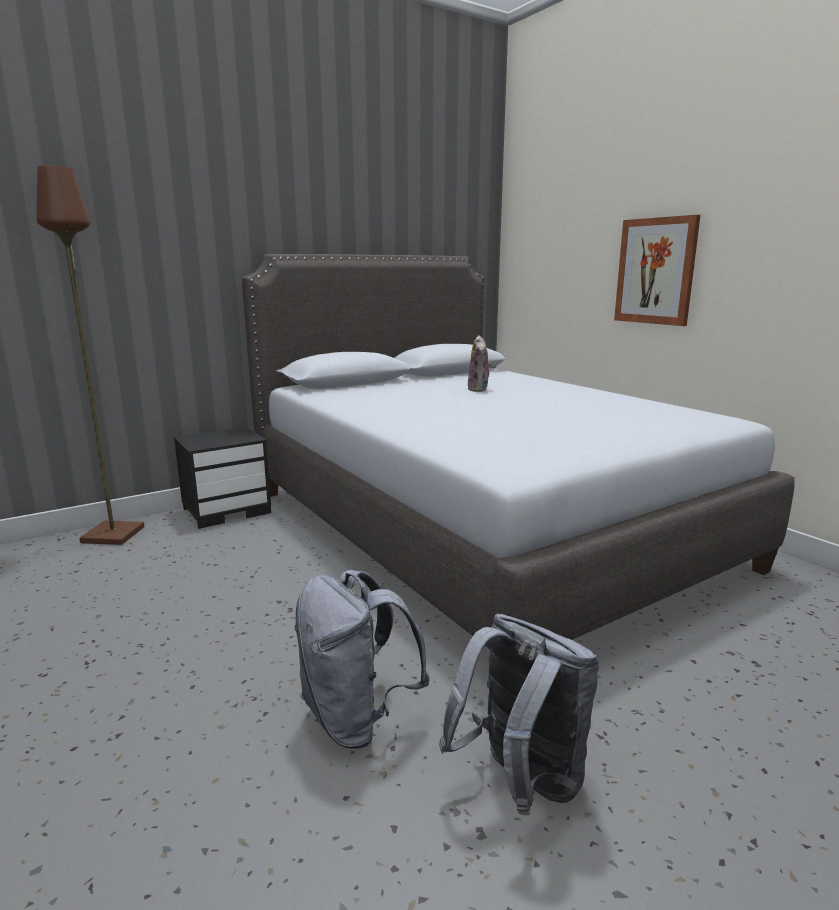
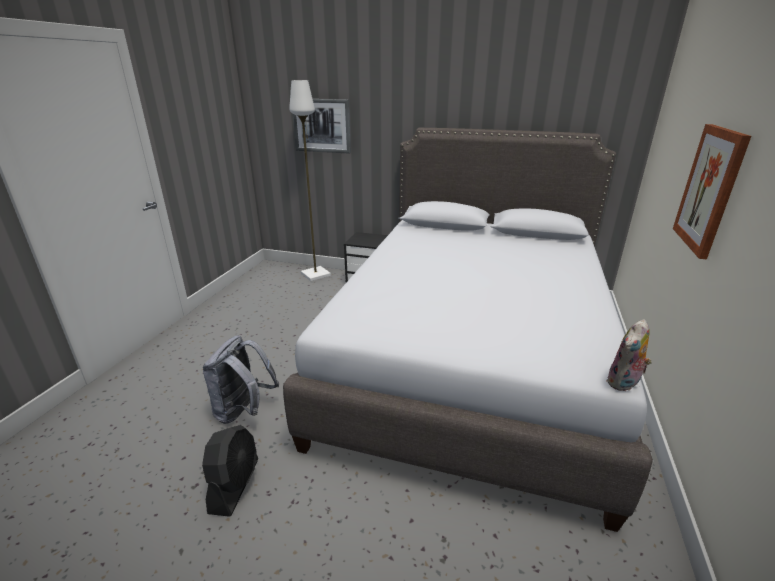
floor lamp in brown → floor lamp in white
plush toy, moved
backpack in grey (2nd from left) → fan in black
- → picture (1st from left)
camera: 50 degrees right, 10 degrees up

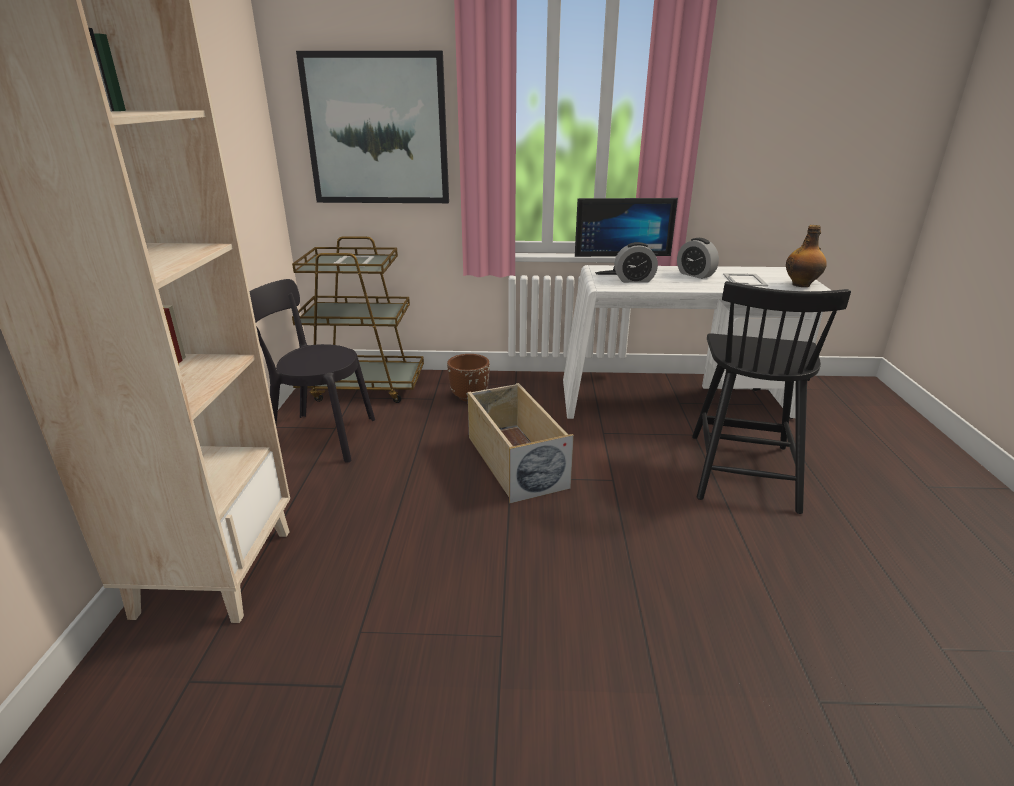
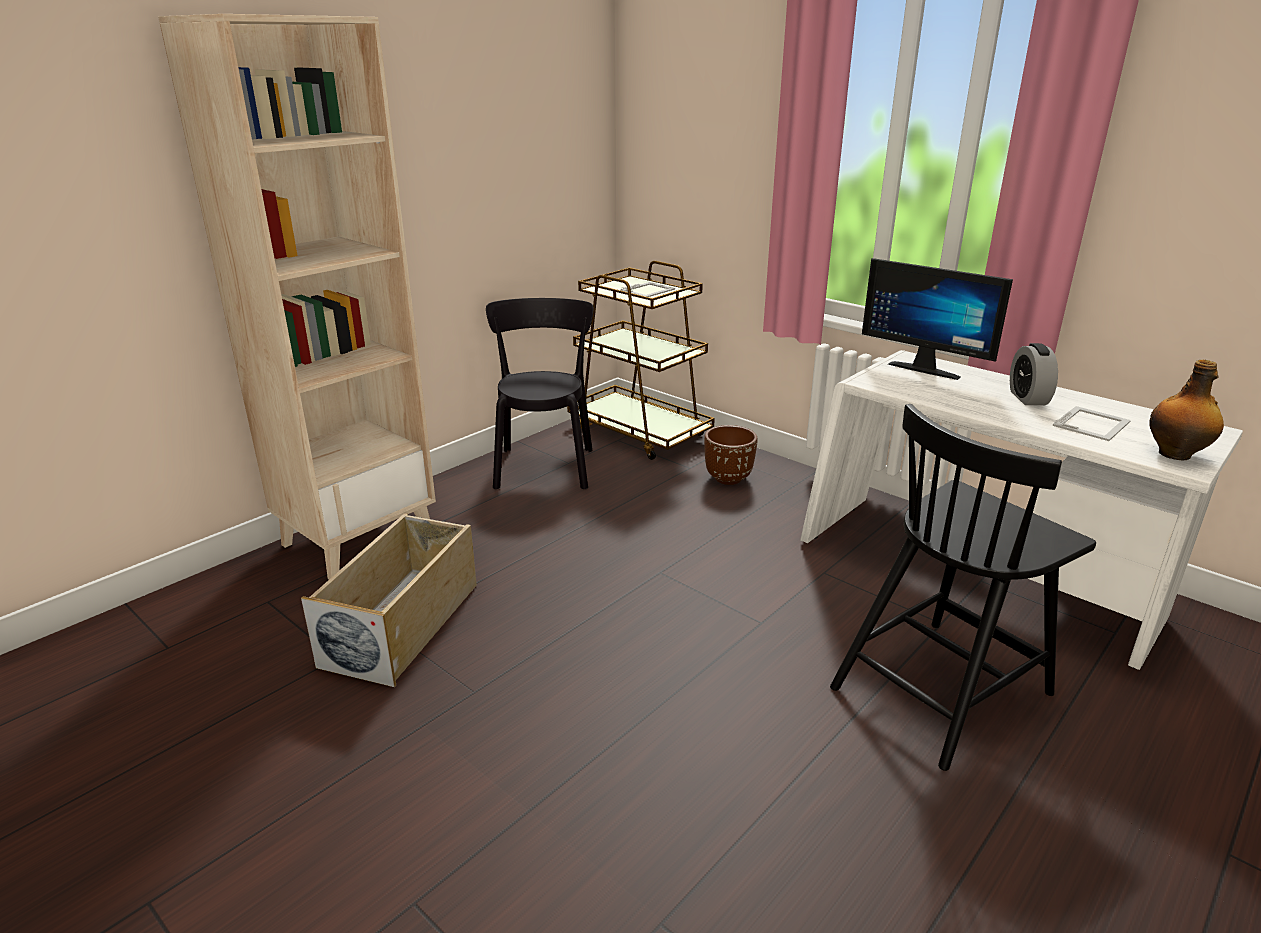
picture → -
alarm clock (1st from left) → -
chair in black (1st from left), 45 degrees clockwise
storage box in beige, moved
camera: 40 degrees right, 0 degrees up

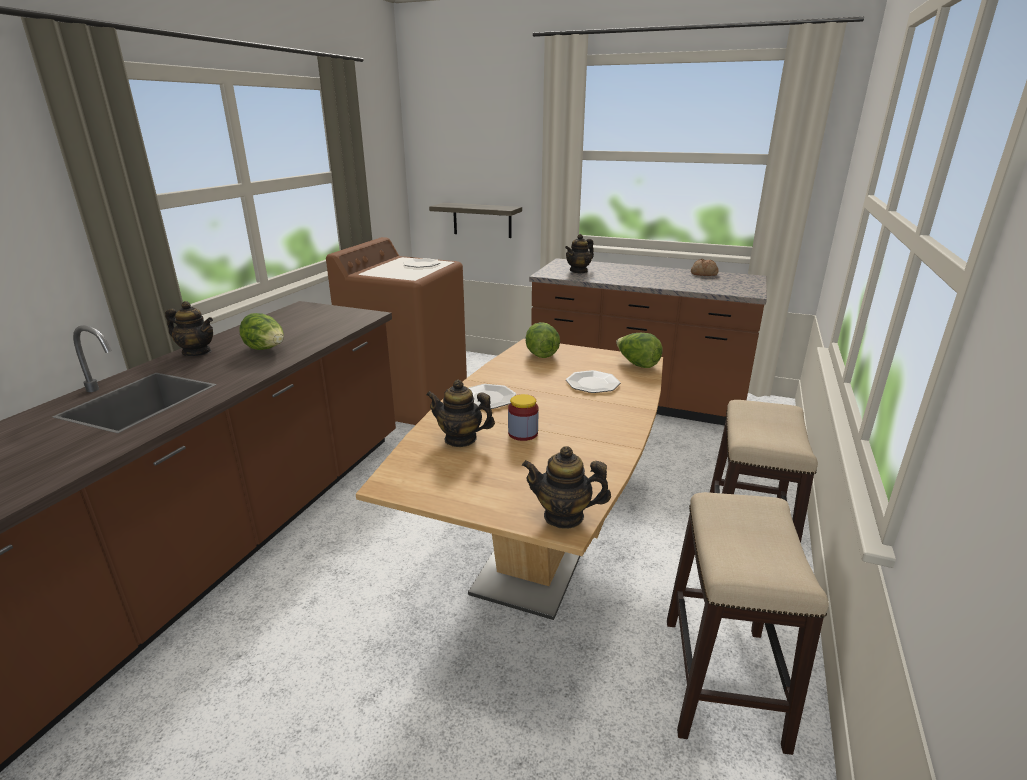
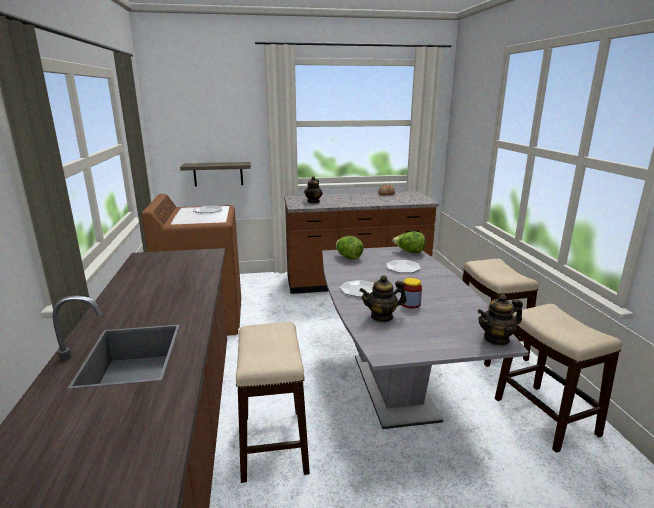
teapot (1st from left) → -
lettuce (1st from left) → -
dining table in brown → dining table in grey
- → stool (1st from left)
camera: 30 degrees left, 5 degrees down

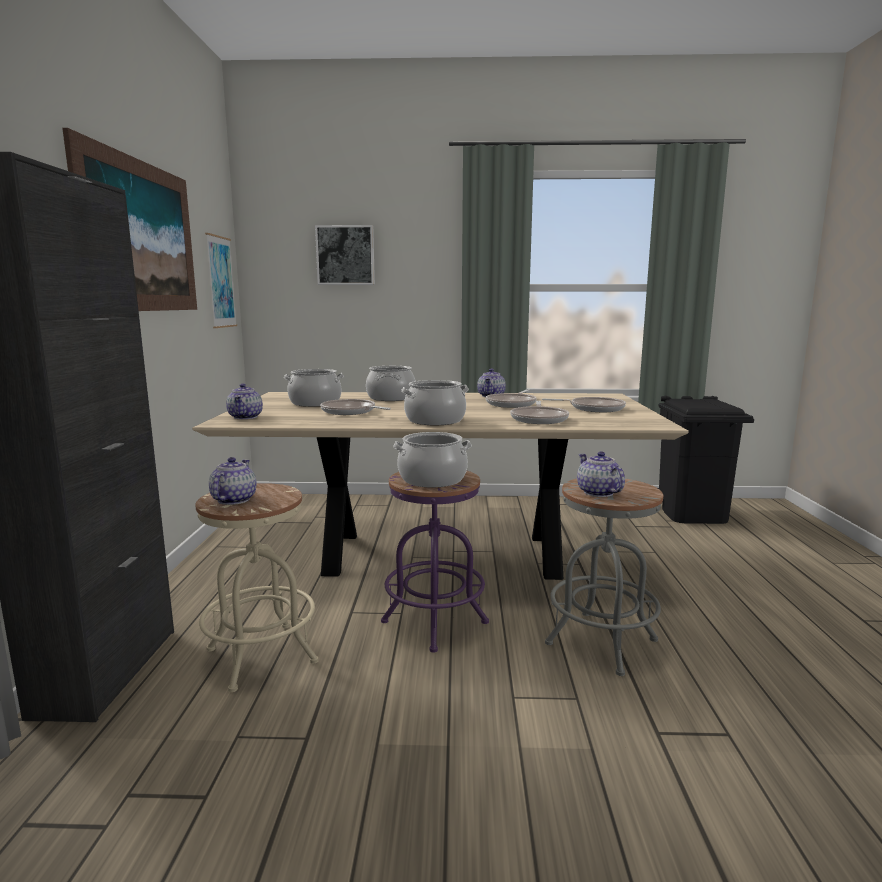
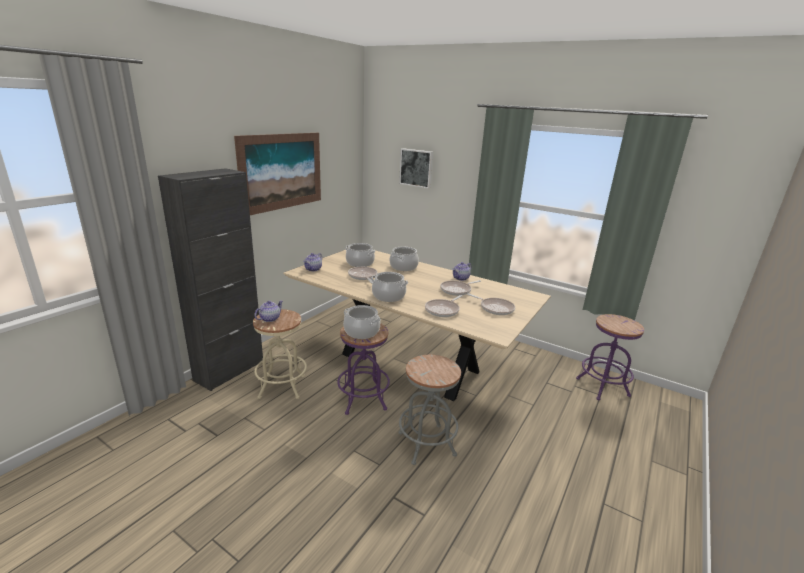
picture (2nd from left) → -
trash can in black → stool in purple (2nd from left)
teapot (4th from left) → -
camera: 30 degrees right, 10 degrees up

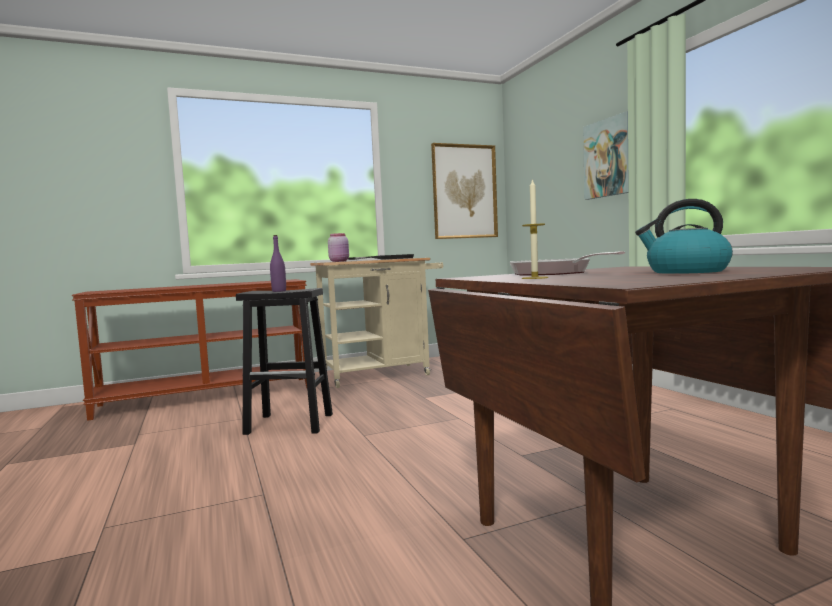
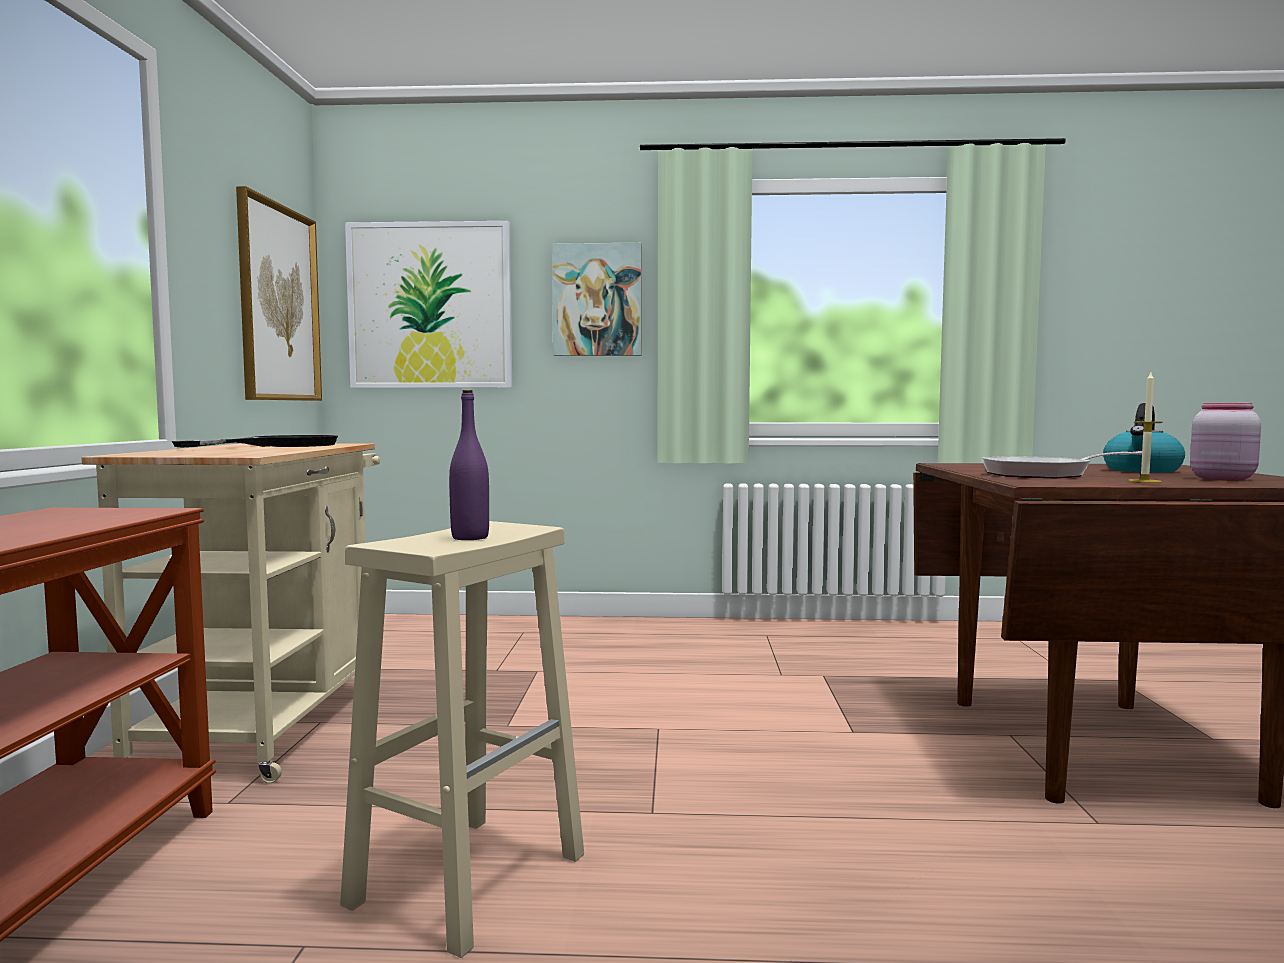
jar in pink, moved
stool in black → stool in beige
- → picture (2nd from left)
camera: 65 degrees left, 0 degrees up

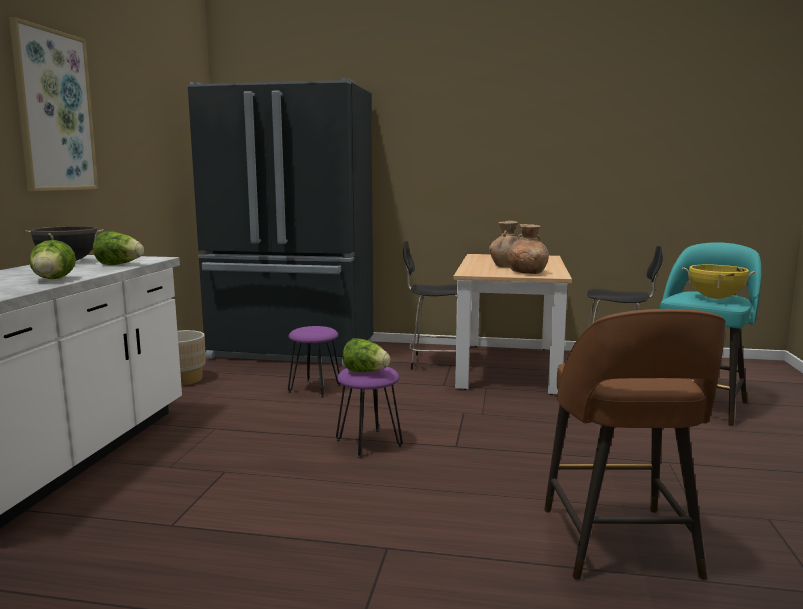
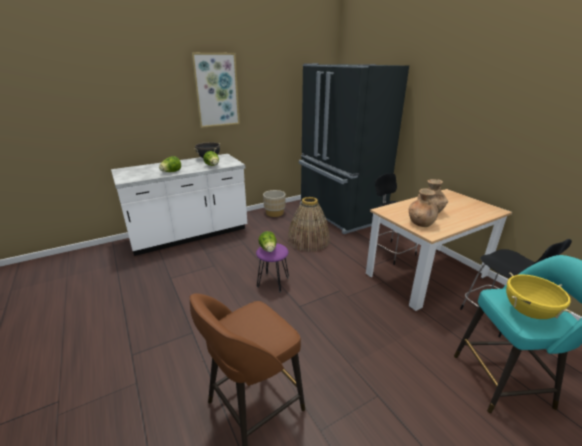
stool in purple (1st from left) → basket
camera: 50 degrees right, 15 degrees up

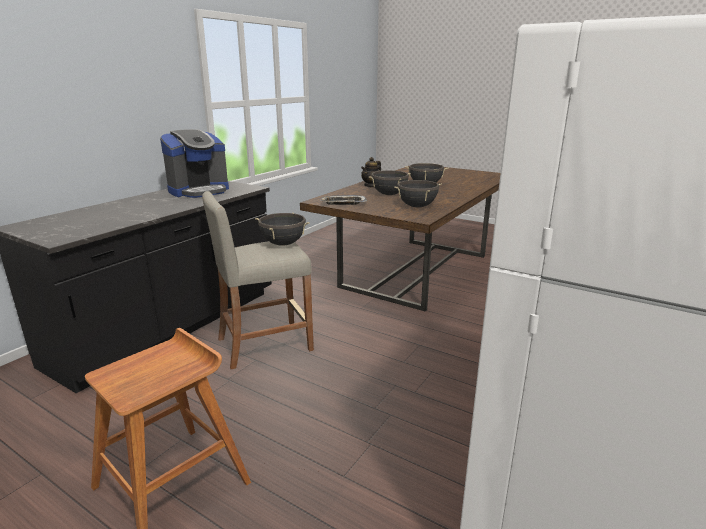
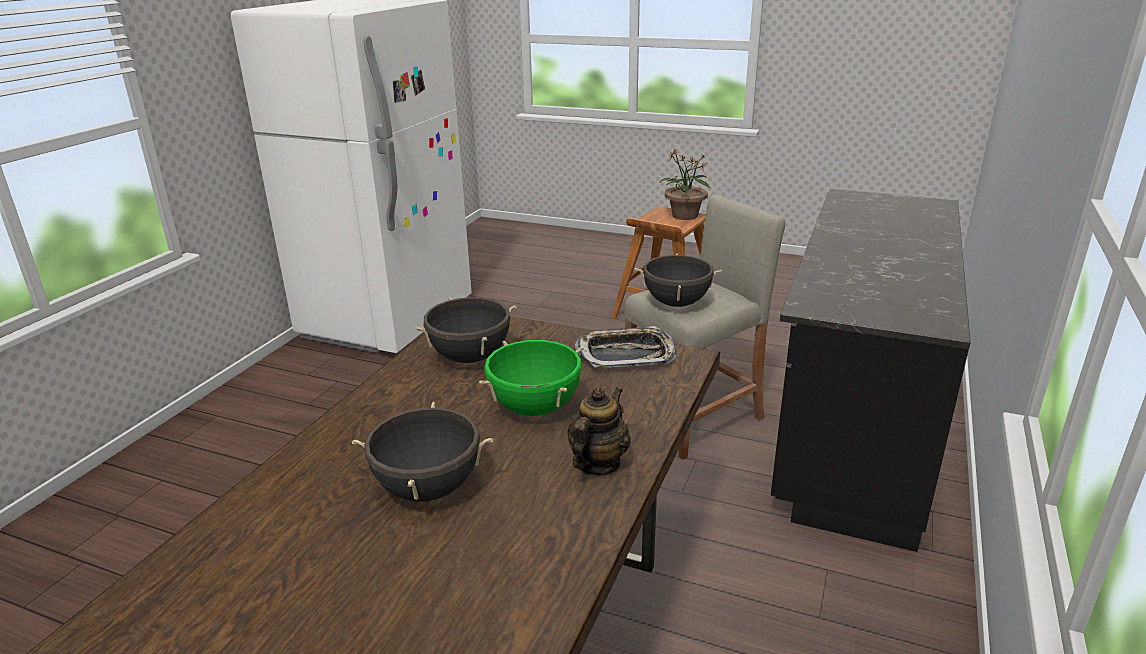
coffee machine → -
cooking pot in black (2nd from left) → cooking pot in green
- → potted plant
camera: 170 degrees right, 5 degrees up

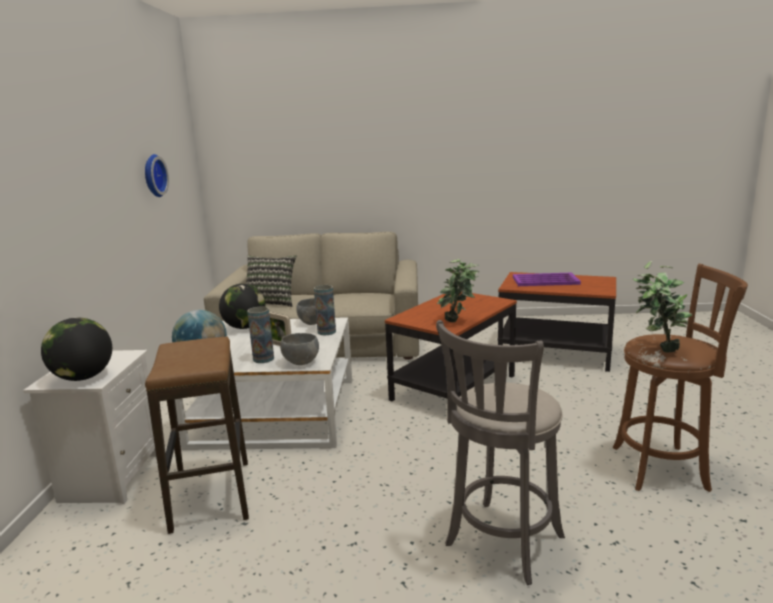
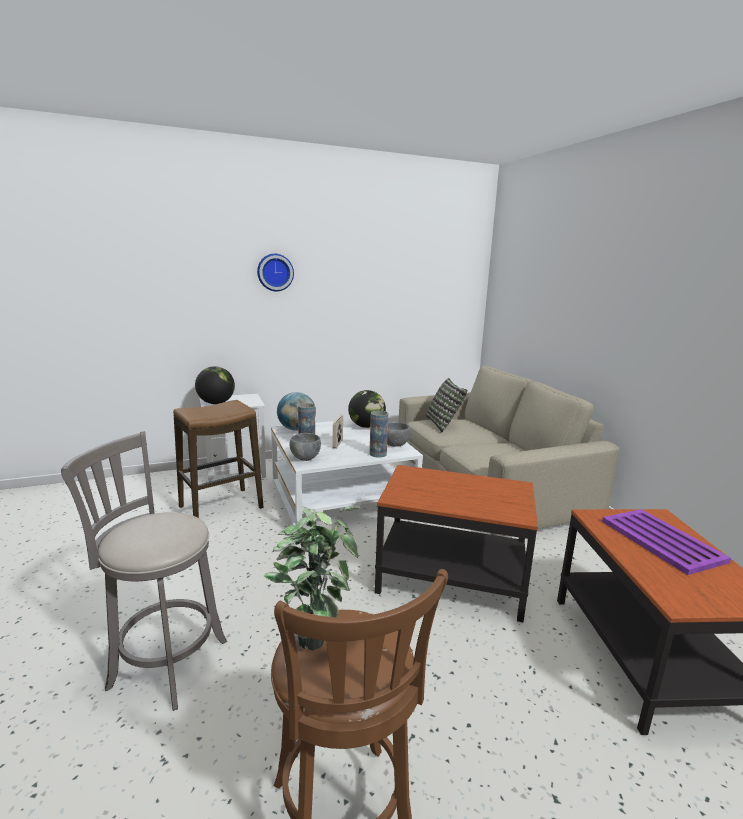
wall clock, moved
potted plant (1st from left) → -
camera: 65 degrees right, 0 degrees up

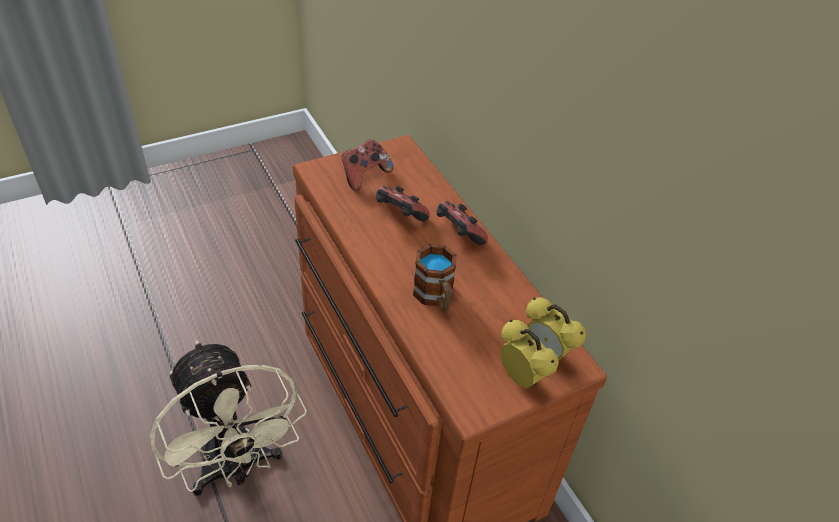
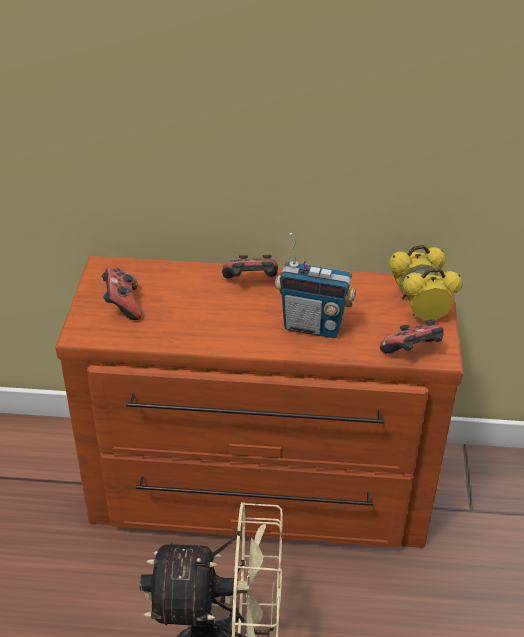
game controller (2nd from left in the first image) → game controller (3rd from left), moved
mug → radio
camera: 55 degrees left, 5 degrees down

